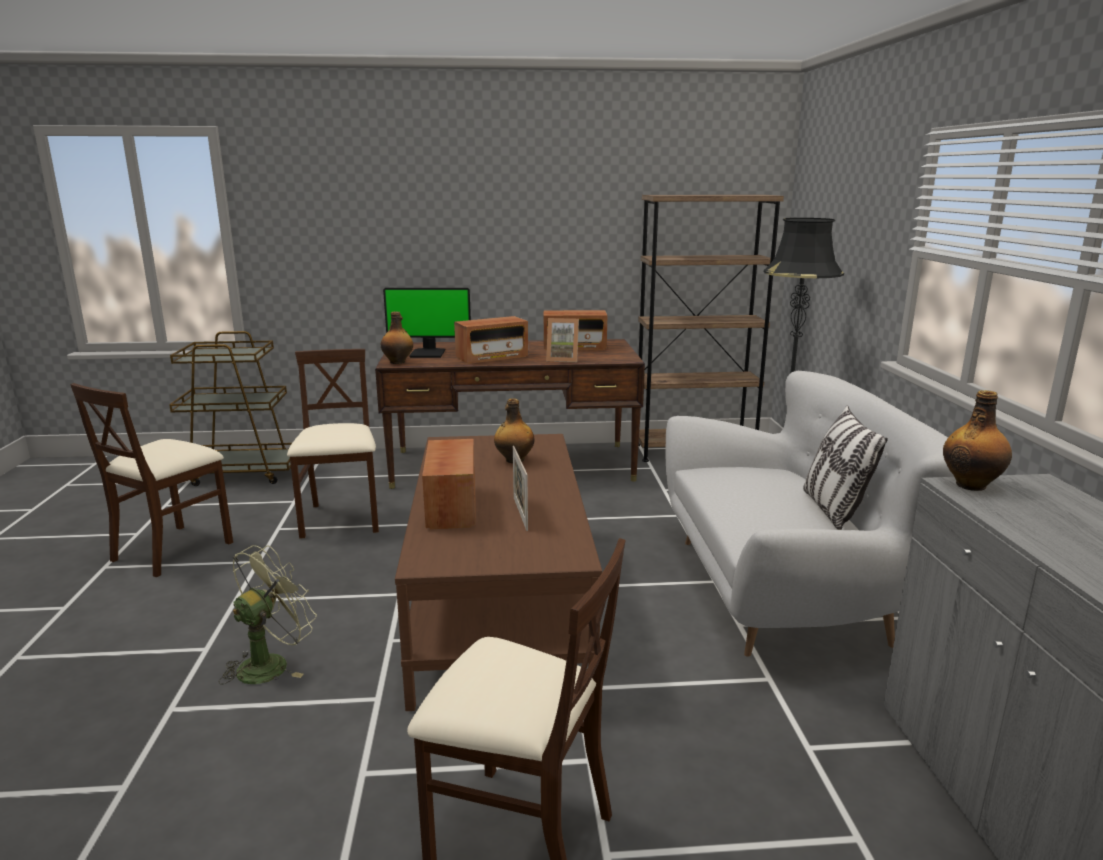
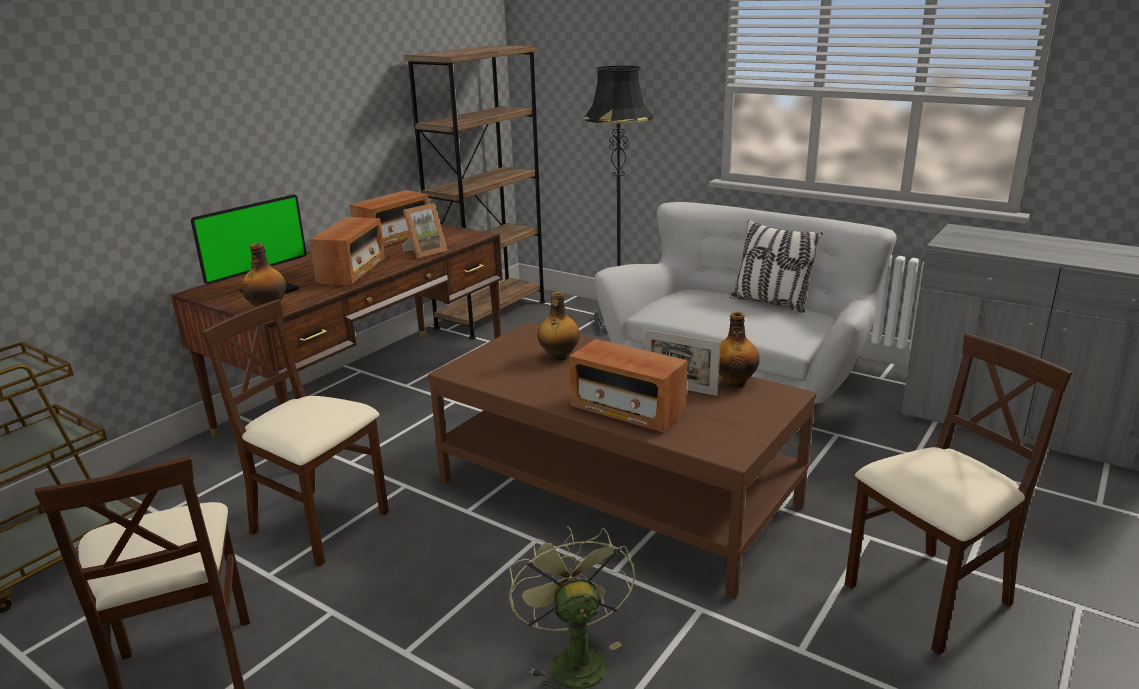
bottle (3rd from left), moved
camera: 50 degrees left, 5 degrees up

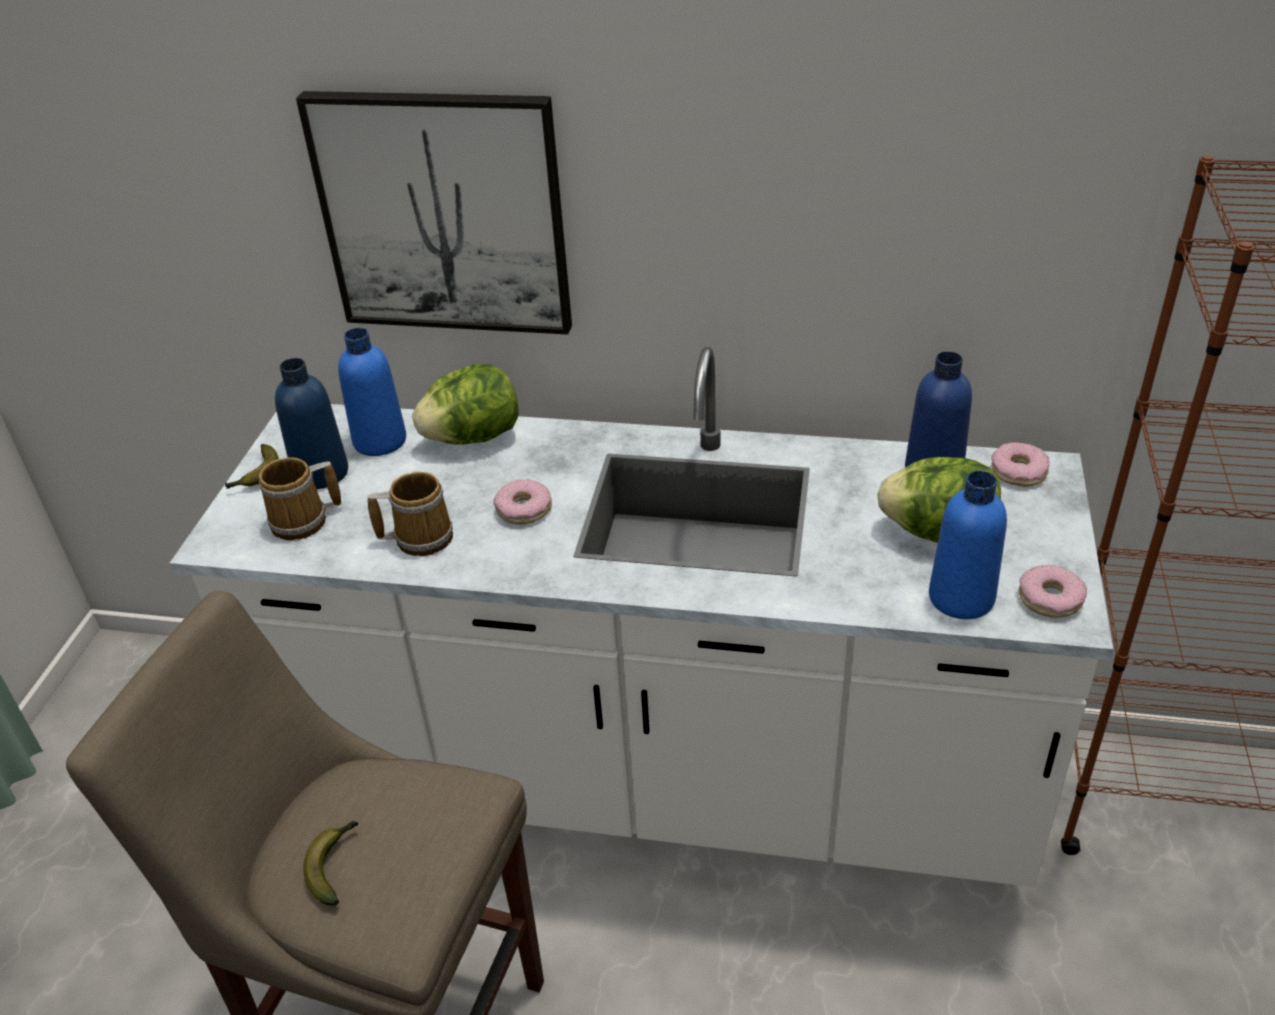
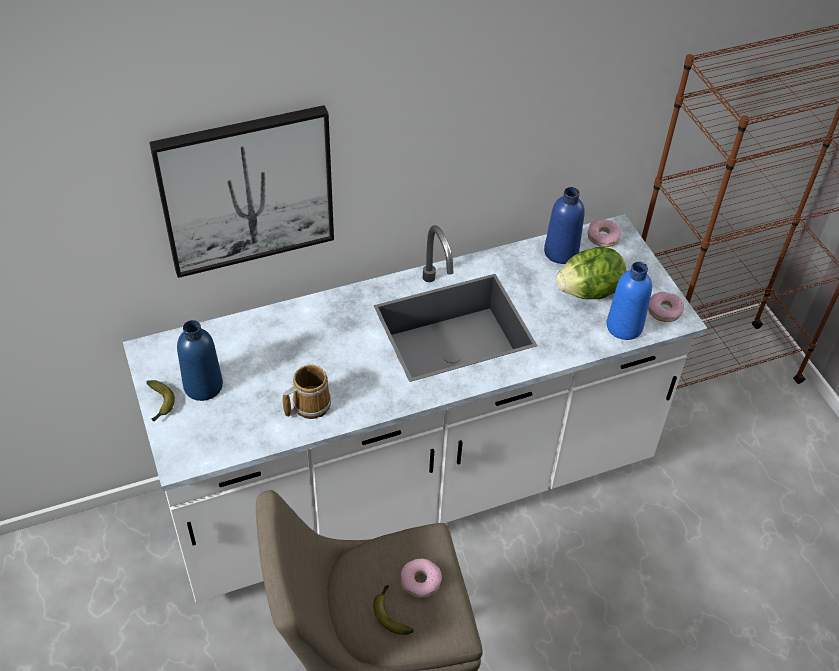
bottle in blue (2nd from left) → -
lettuce (1st from left) → -
mug (1st from left) → -
donut (1st from left), moved
camera: 35 degrees left, 10 degrees up

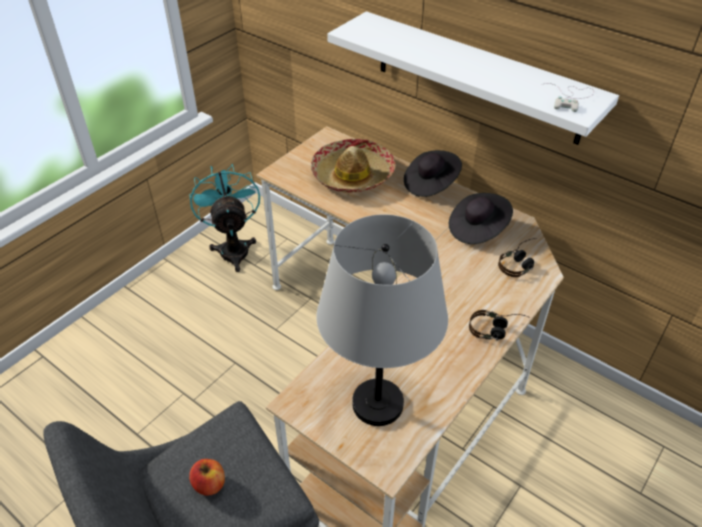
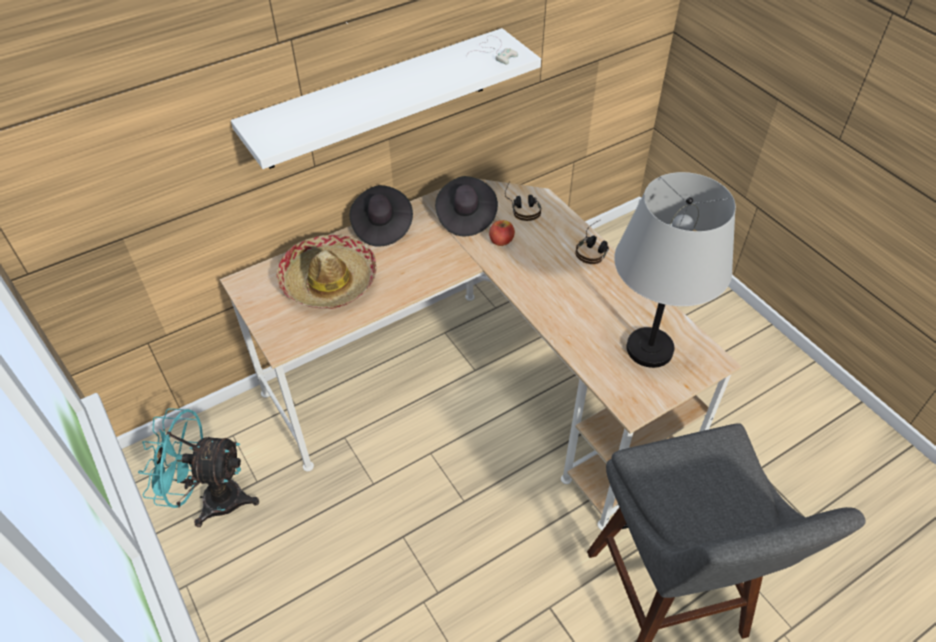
apple, moved
camera: 70 degrees left, 5 degrees up

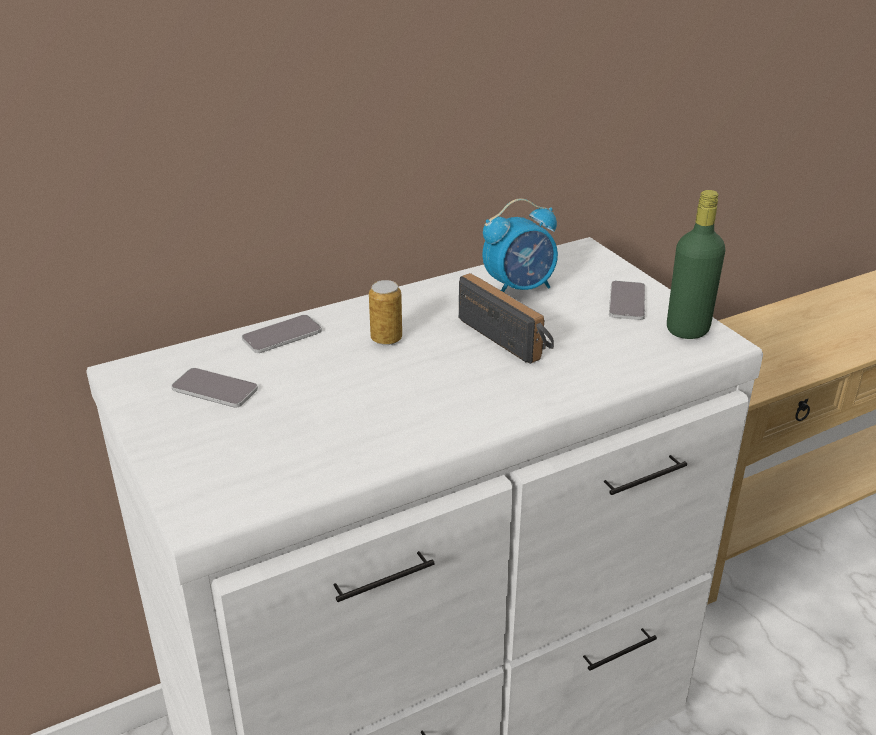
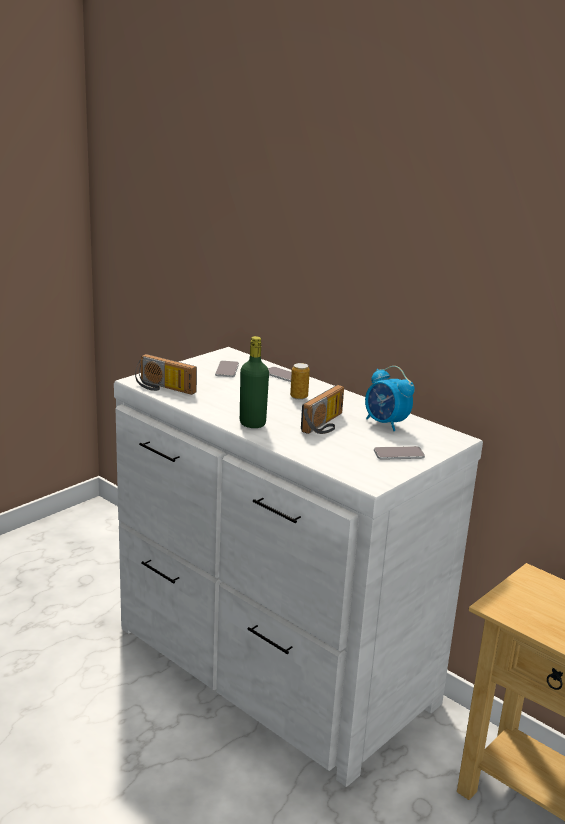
bottle in green, moved
- → radio (1st from left)
camera: 70 degrees right, 10 degrees down

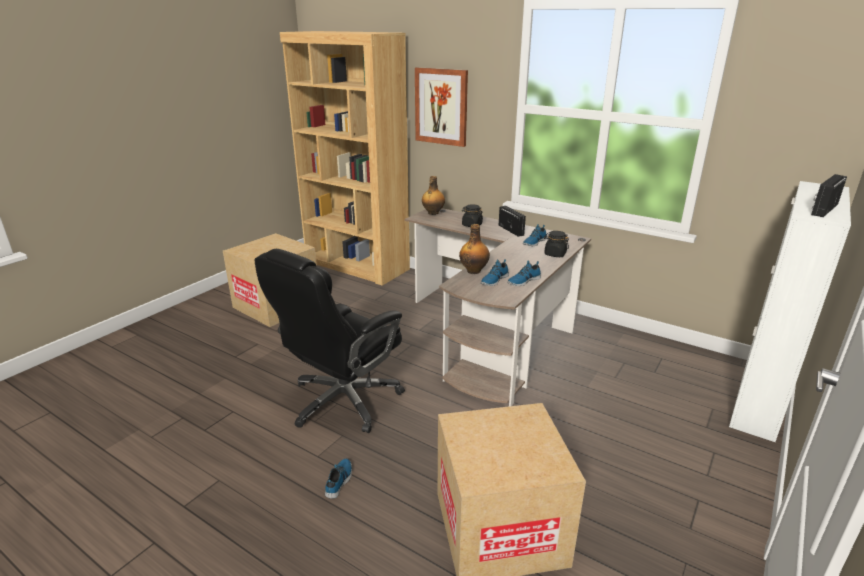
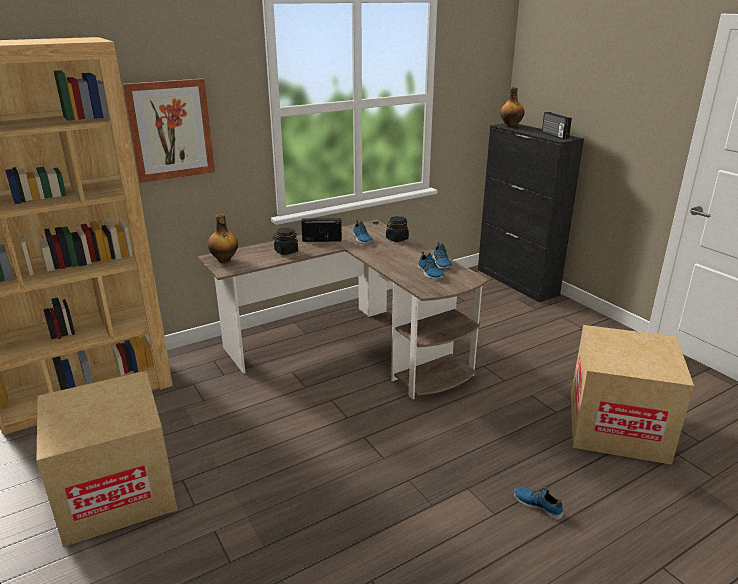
cabinet in white → cabinet in black
bottle (2nd from left), moved
office chair in black → -
camera: 65 degrees left, 0 degrees up

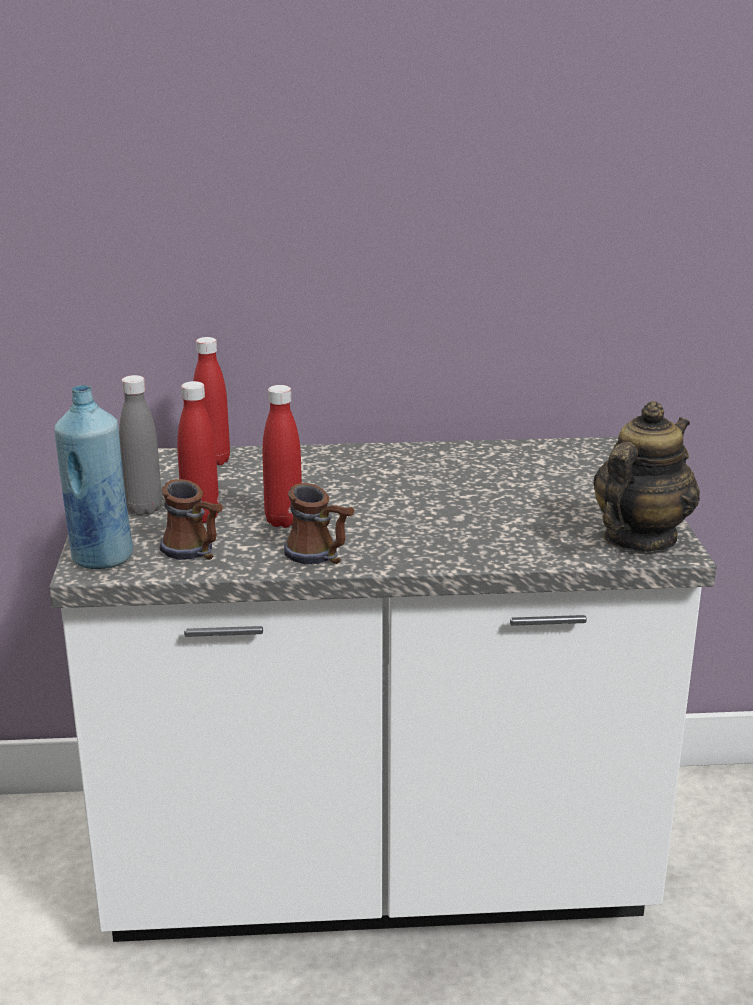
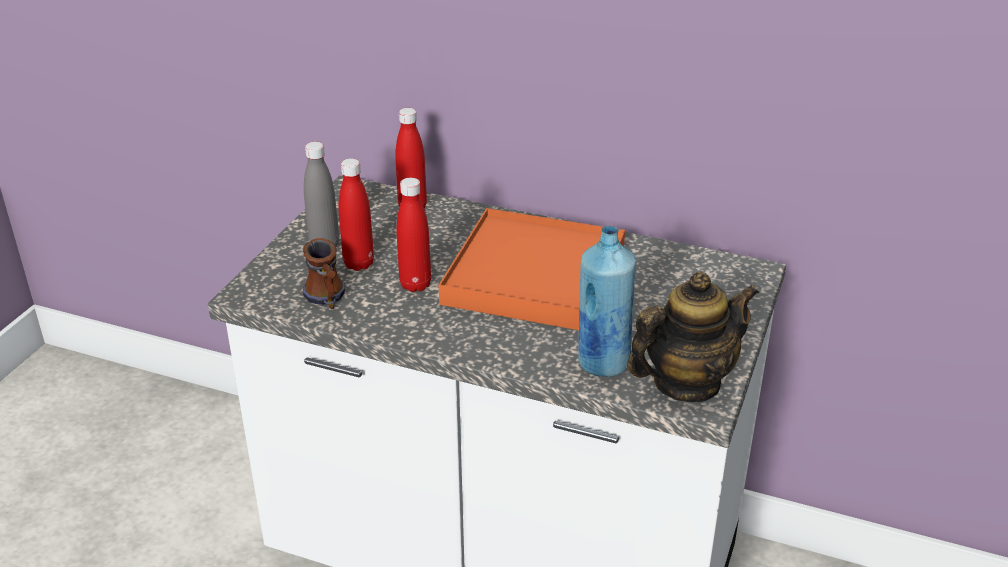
bottle in blue, moved
mug (2nd from left) → -
- → tray in orange
camera: 25 degrees right, 10 degrees up

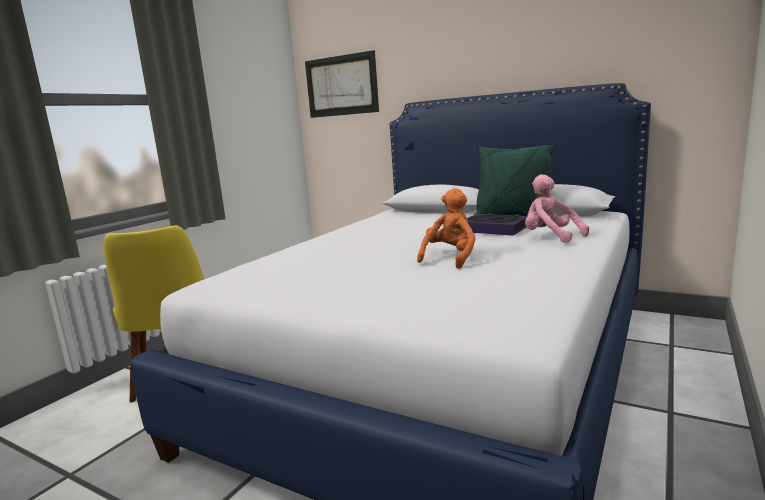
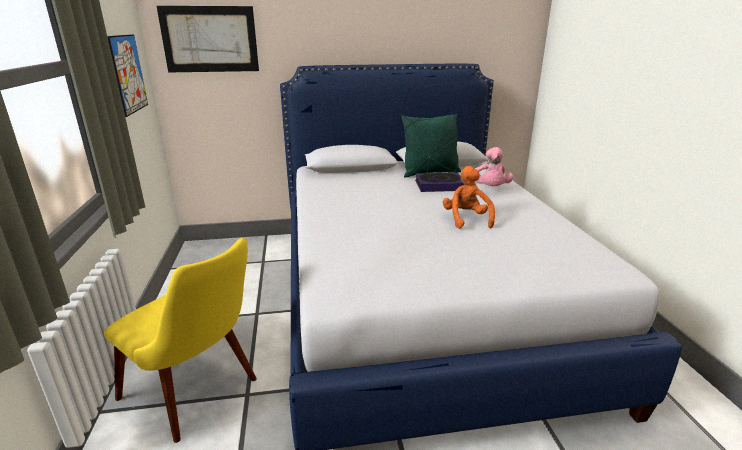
plush toy in pink, 105 degrees counterclockwise
- → picture (1st from left)
camera: 40 degrees left, 10 degrees up

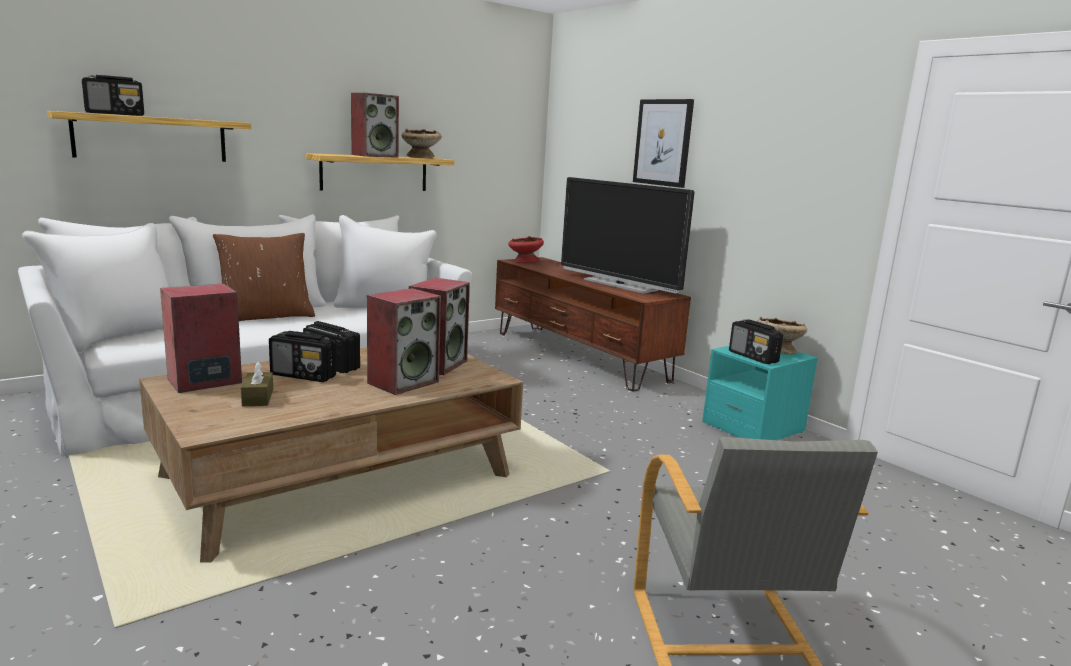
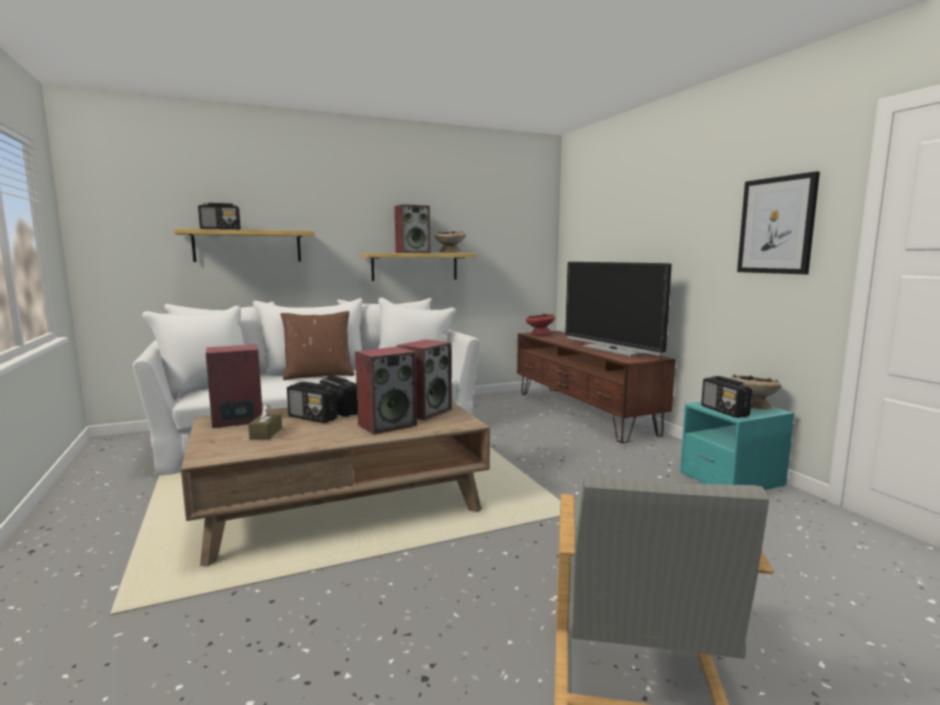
picture, moved
camera: 15 degrees right, 5 degrees down

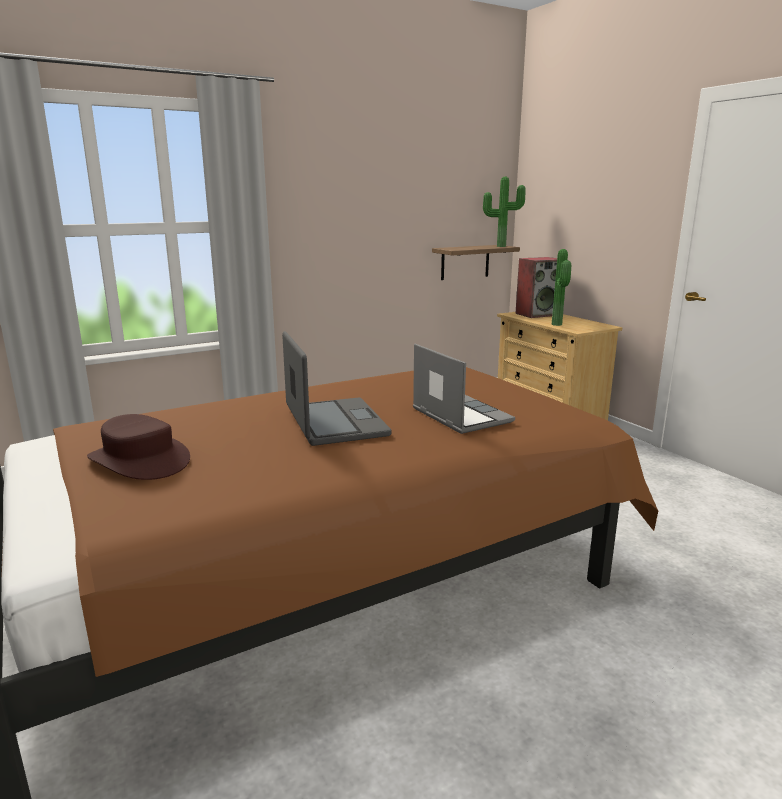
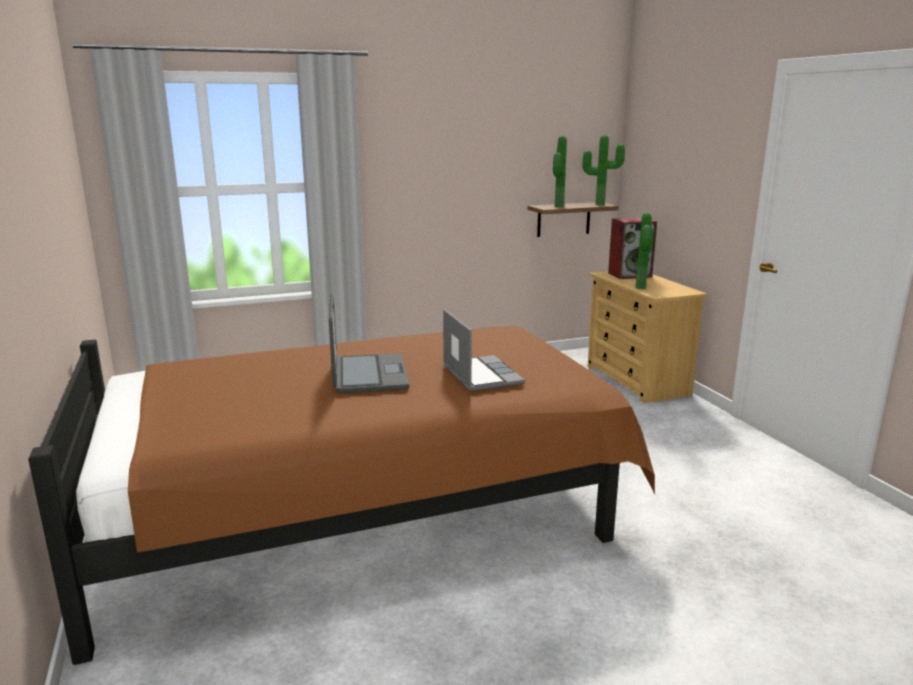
hat in brown → -
- → potted plant (1st from left)
camera: 10 degrees right, 0 degrees up

